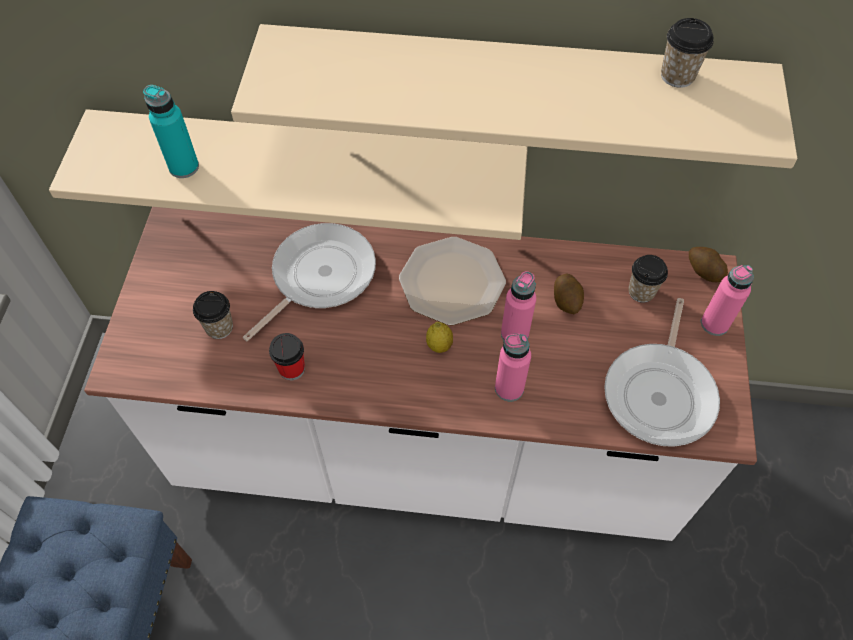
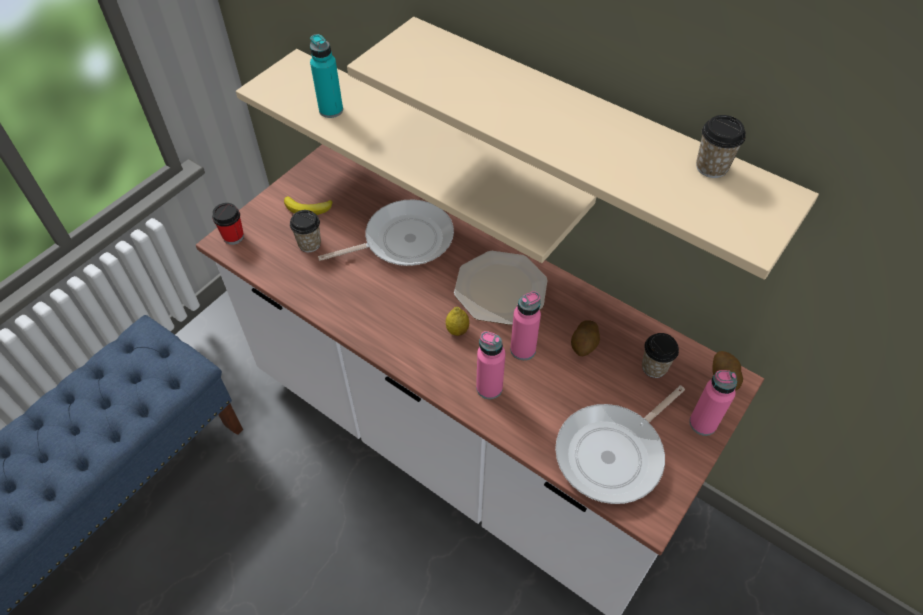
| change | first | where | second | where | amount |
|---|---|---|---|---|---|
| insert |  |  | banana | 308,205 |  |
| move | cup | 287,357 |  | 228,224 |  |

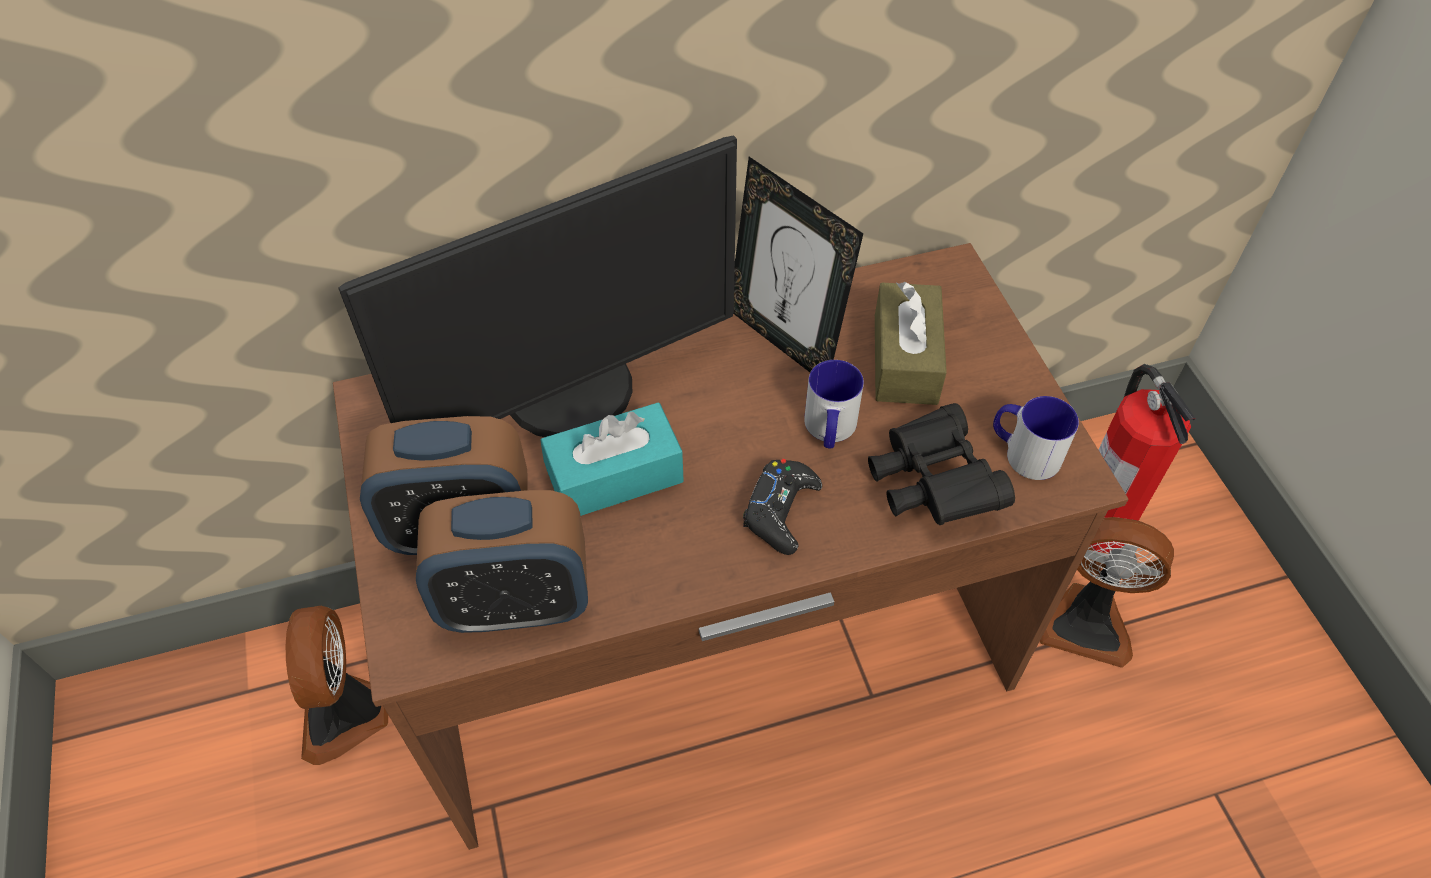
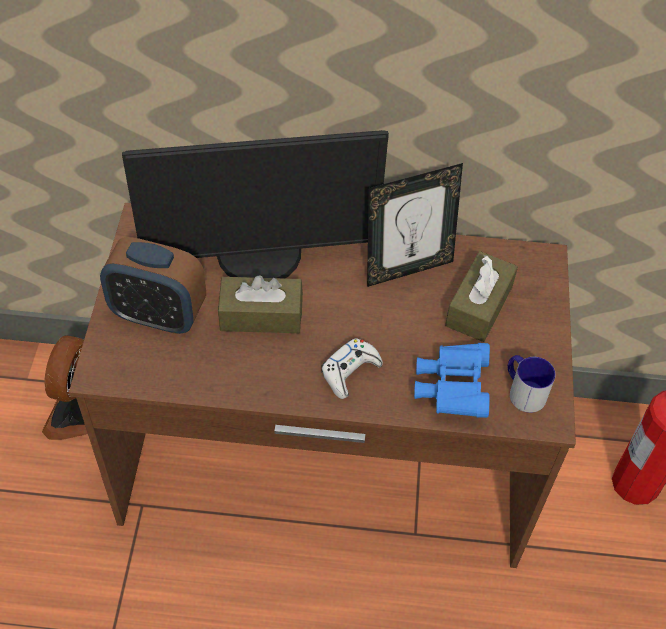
| change | first | where | second | where | amount |
|---|---|---|---|---|---|
| delete | alarm clock | 502,561 |  |  |  |
| delete | mug | 834,404 |  |  |  |
| delete | fan | 1107,592 |  |  |  |
| recolor | tissue box (turquoise) | 612,459 | tissue box (brown) | 260,304 |  |
| recolor | game controller (black) | 782,507 | game controller (white) | 352,368 |  |
| recolor | binoculars (black) | 941,464 | binoculars (blue) | 452,380 |  |
| rotate | picture frame | 798,264 |  | 415,225 | 90 degrees counterclockwise |

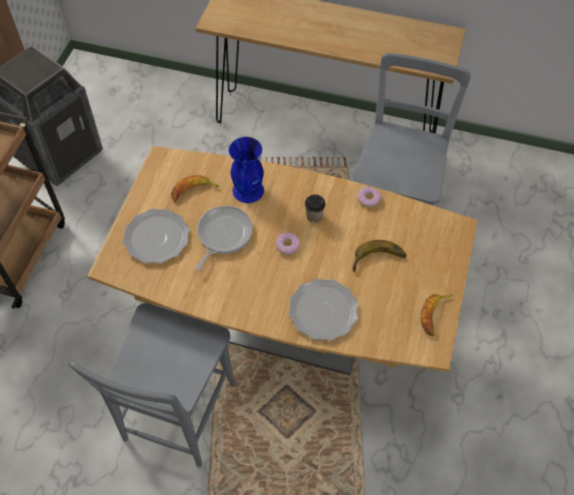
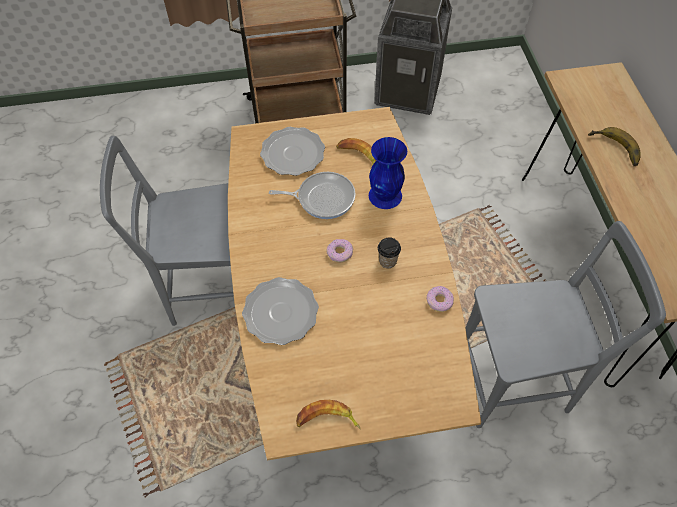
| change | first | where | second | where | amount |
|---|---|---|---|---|---|
| move | banana | 379,256 |  | 614,146 |  |

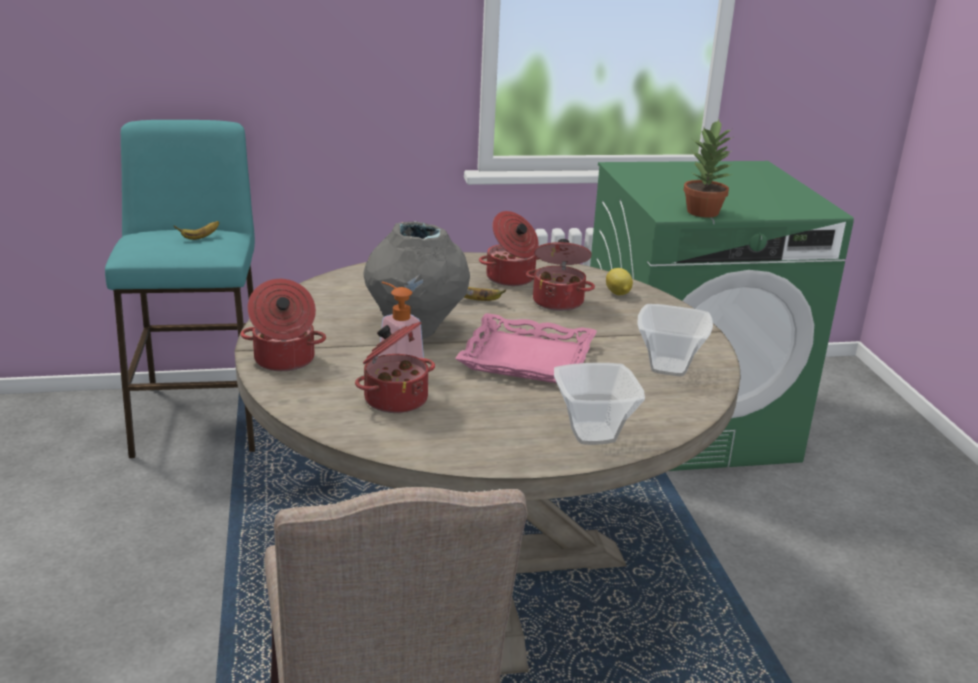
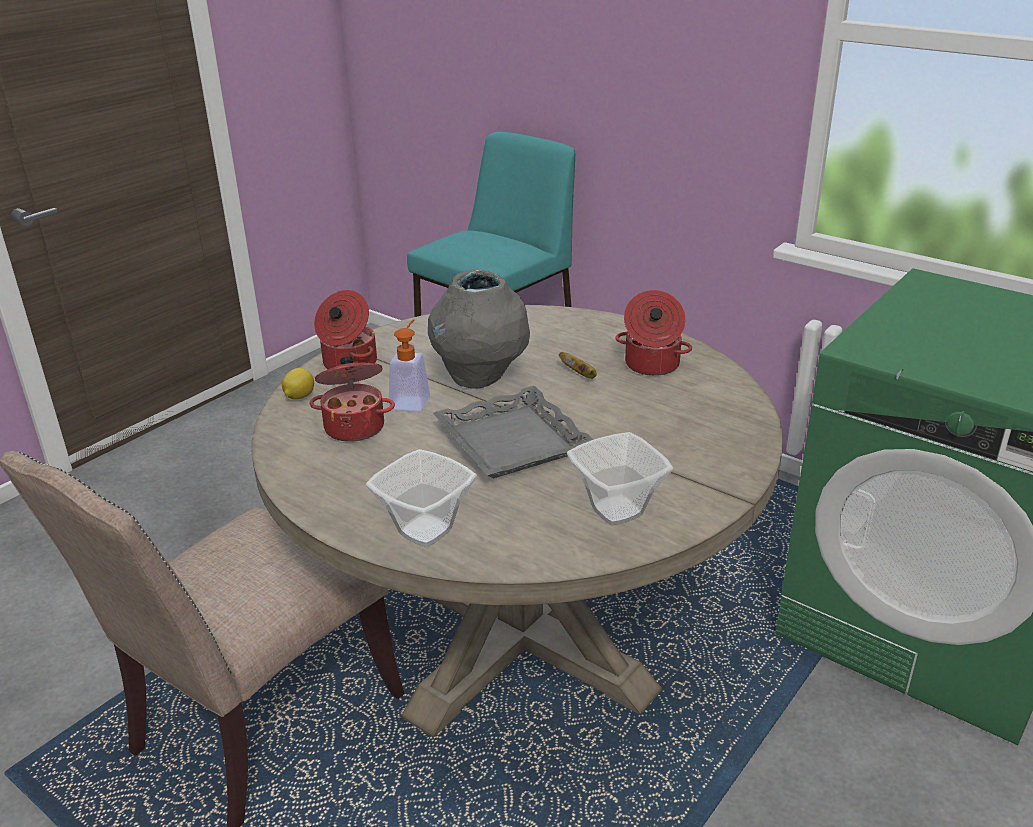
| change | first | where | second | where | amount |
|---|---|---|---|---|---|
| delete | banana | 196,230 |  |  |  |
| delete | cooking pot | 560,275 |  |  |  |
| delete | potted plant | 708,169 |  |  |  |
| move | lemon | 619,281 |  | 298,383 |  |
| recolor | tray (pink) | 526,348 | tray (grey) | 513,432 |  |

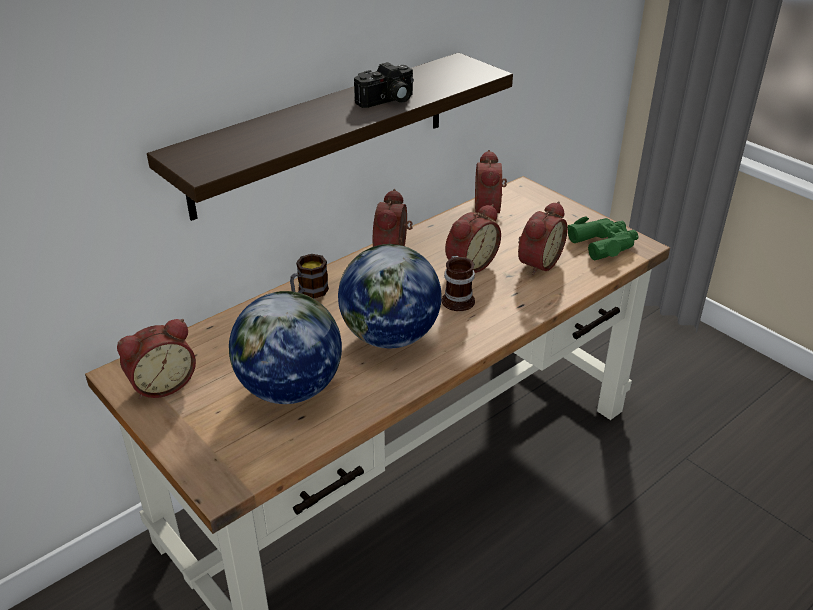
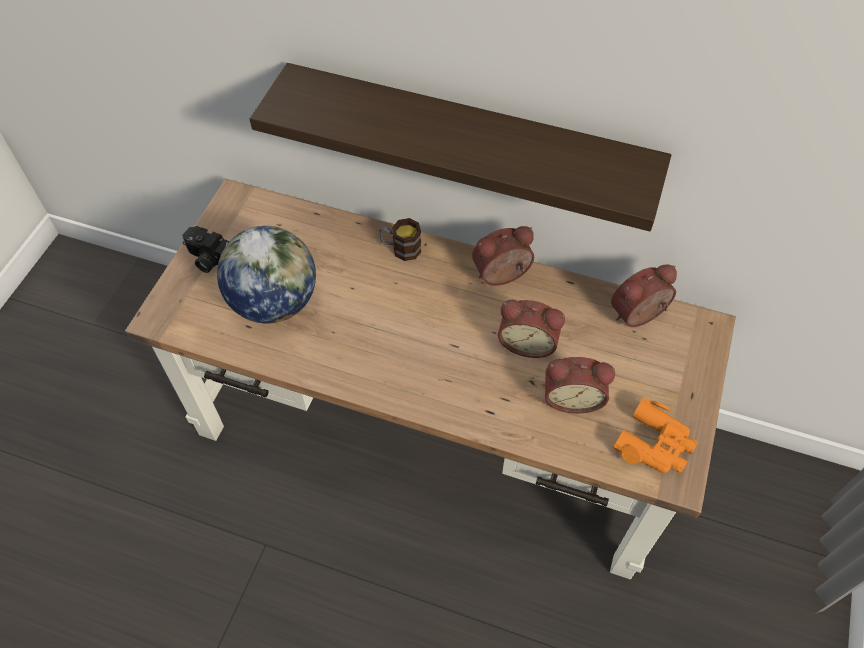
| change | first | where | second | where | amount |
|---|---|---|---|---|---|
| delete | alarm clock | 156,359 |  |  |  |
| delete | globe | 389,296 |  |  |  |
| delete | mug | 458,283 |  |  |  |
| move | photo camera | 384,85 |  | 206,249 |  |
| recolor | binoculars (green) | 603,238 | binoculars (orange) | 656,435 |  |

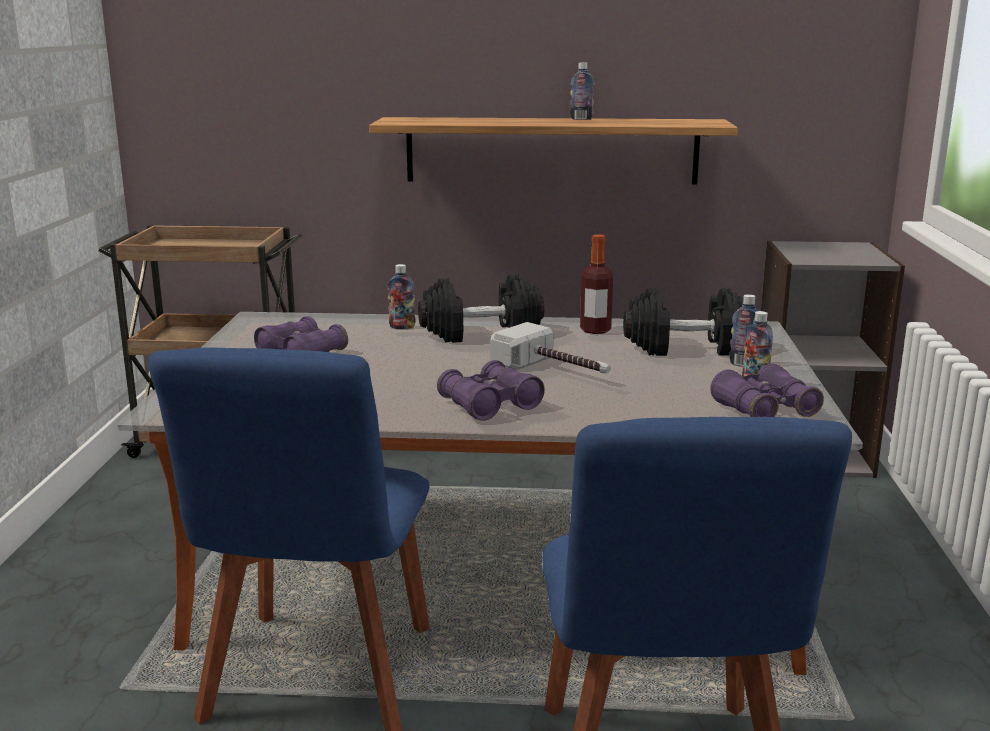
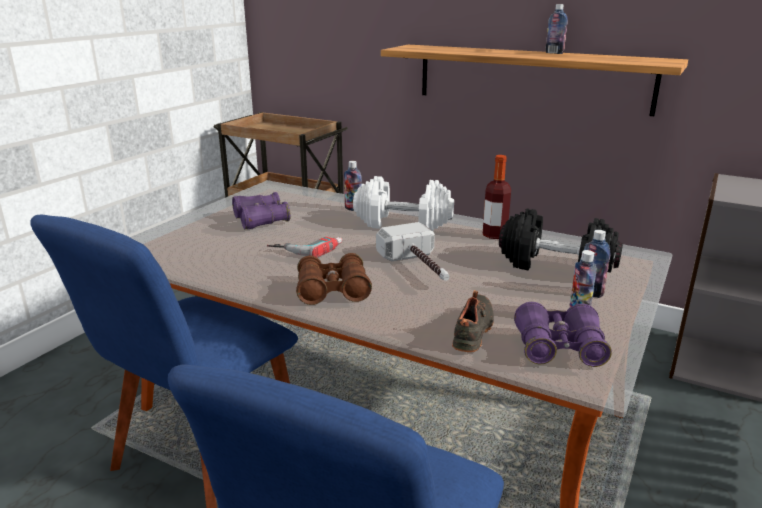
| change | first | where | second | where | amount |
|---|---|---|---|---|---|
| insert |  |  | power drill | 304,247 |  |
| insert |  |  | shoe (black) | 473,321 |  |
| recolor | dumbbell (black) | 481,308 | dumbbell (white) | 403,203 |  |
| recolor | binoculars (purple) | 491,390 | binoculars (brown) | 334,279 |  |

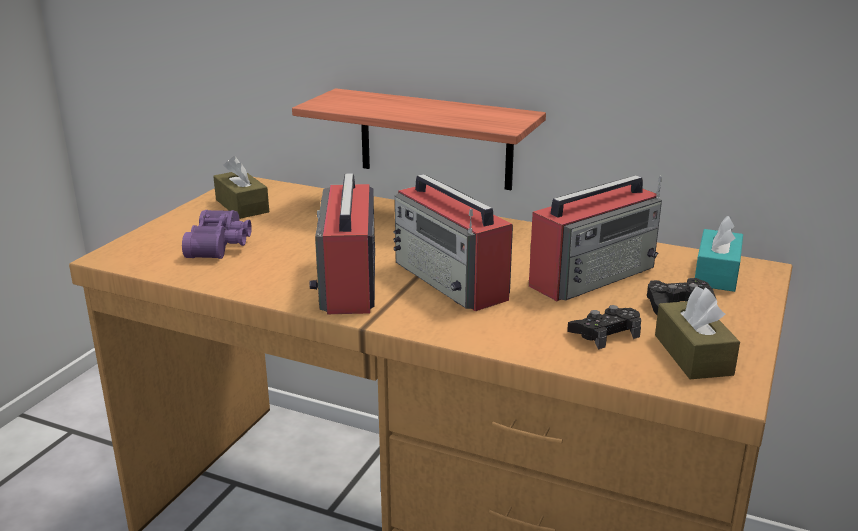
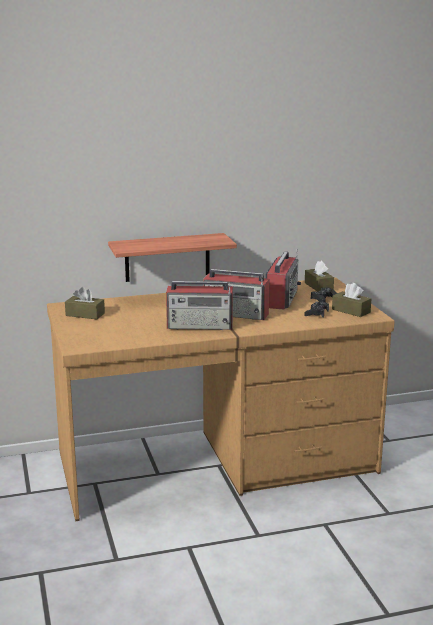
| change | first | where | second | where | amount |
|---|---|---|---|---|---|
| delete | binoculars (purple) | 217,234 |  |  |  |
| recolor | tissue box (turquoise) | 719,254 | tissue box (brown) | 319,276 |  |
| rotate | radio | 342,243 |  | 199,305 | 45 degrees counterclockwise |

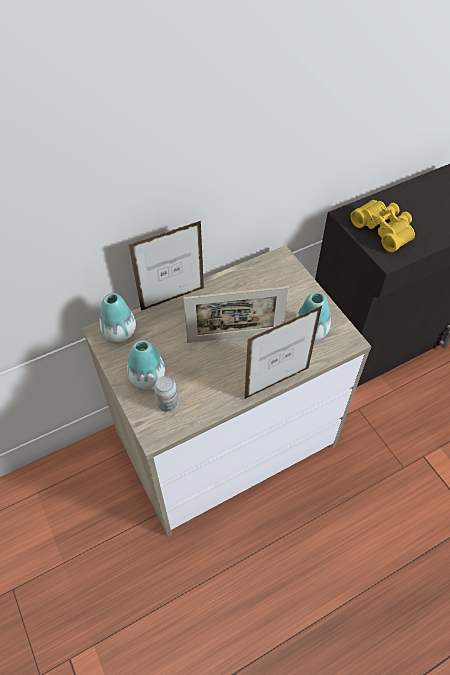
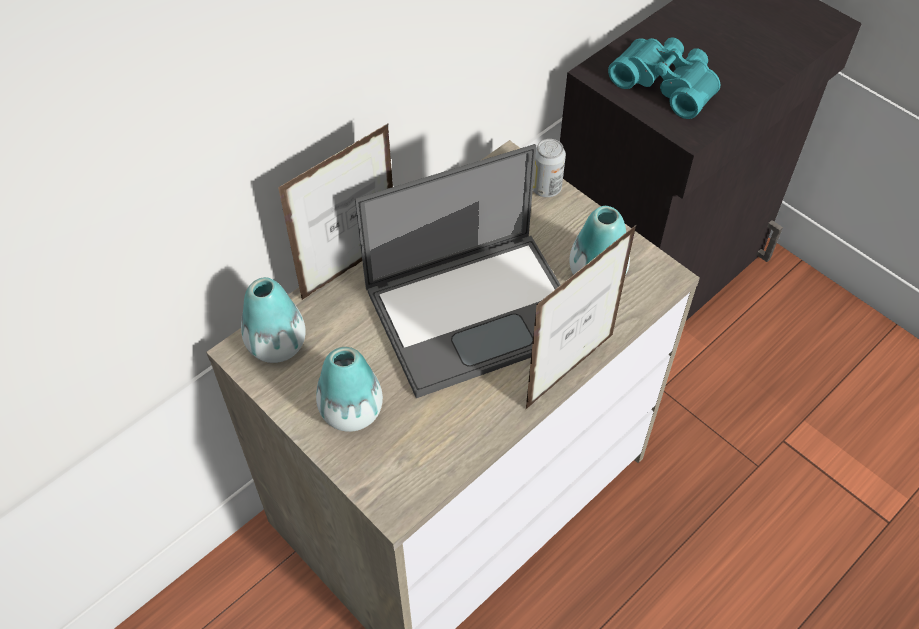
| change | first | where | second | where | amount |
|---|---|---|---|---|---|
| move | can | 166,394 |  | 549,168 |  |
| replace | picture frame | 236,314 | laptop | 458,271 |  |
| recolor | binoculars (yellow) | 382,226 | binoculars (turquoise) | 664,78 |  |

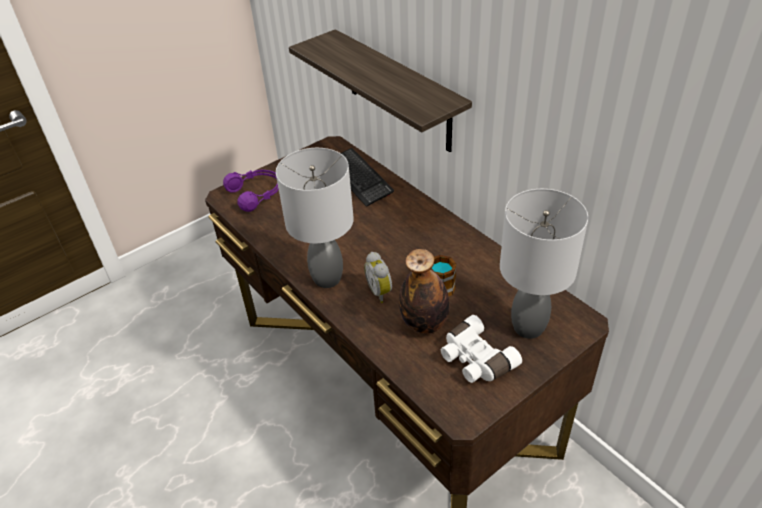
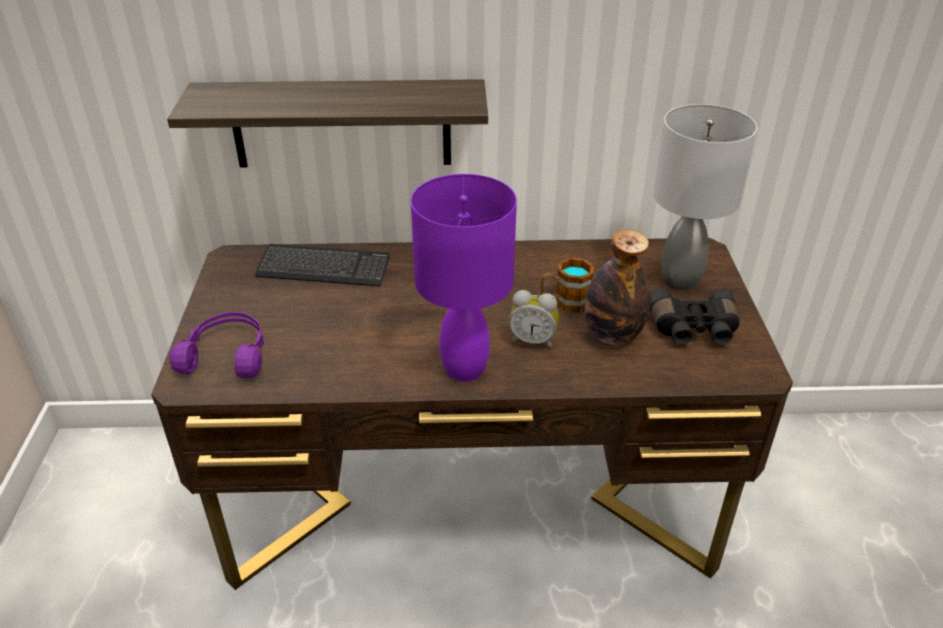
| change | first | where | second | where | amount |
|---|---|---|---|---|---|
| recolor | table lamp (grey) | 315,218 | table lamp (purple) | 464,277 |  |
| recolor | binoculars (white) | 481,349 | binoculars (black) | 694,317 |  |

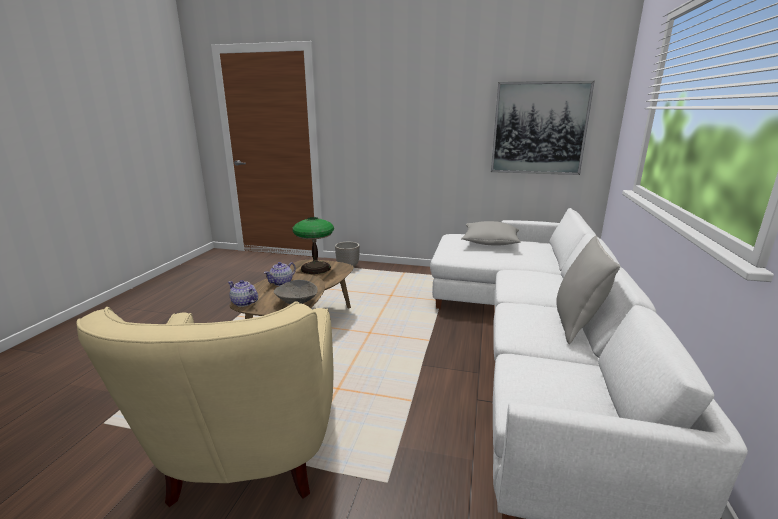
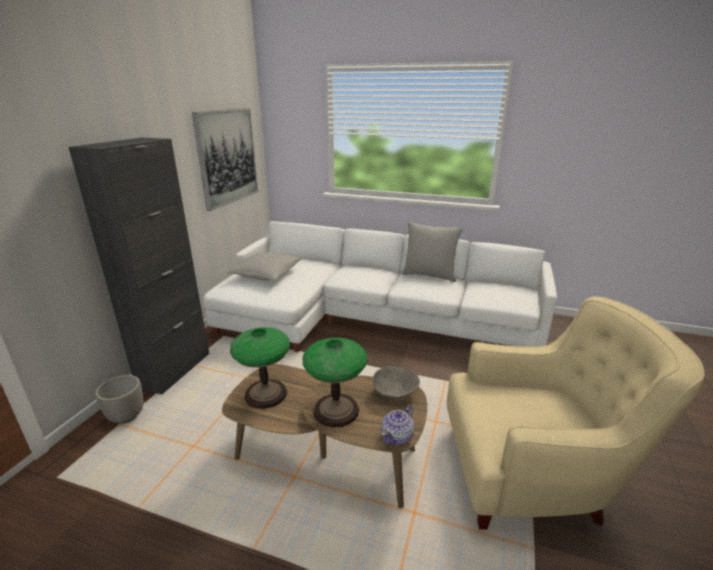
| change | first | where | second | where | amount |
|---|---|---|---|---|---|
| insert |  |  | cabinet (black) | 139,266 |  |
| replace | teapot | 280,274 | table lamp | 335,382 |  |

